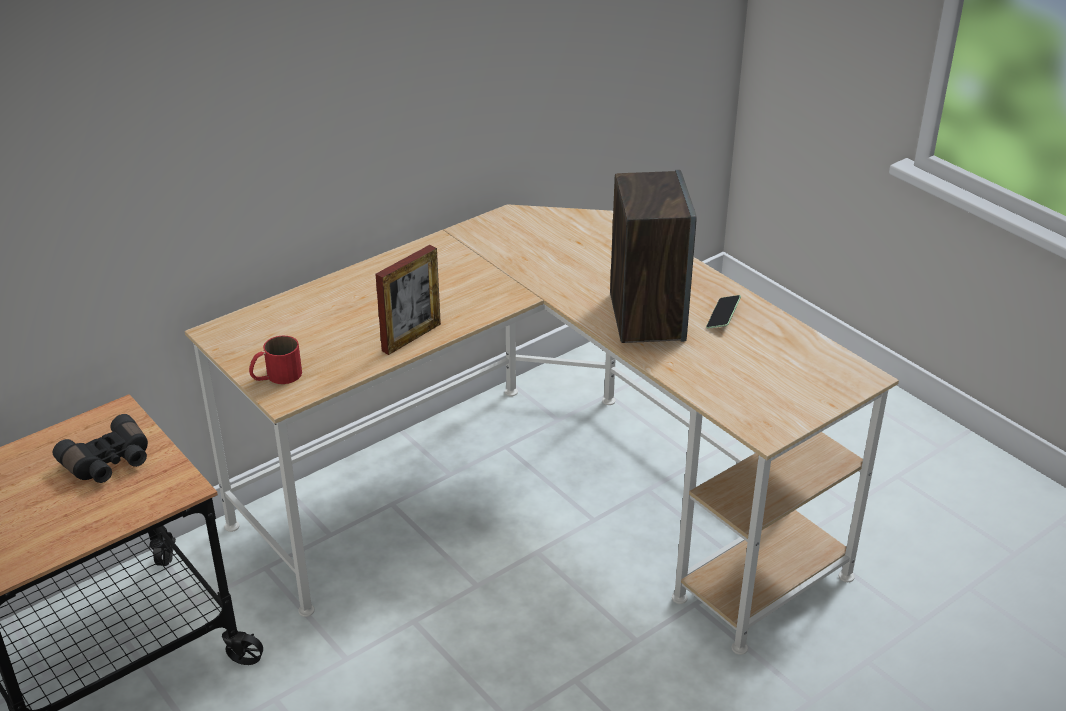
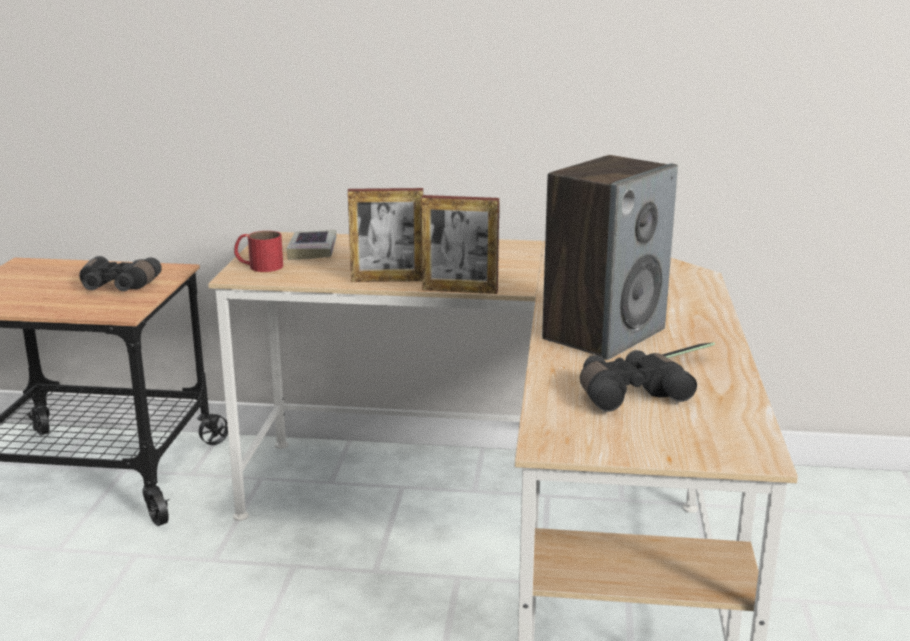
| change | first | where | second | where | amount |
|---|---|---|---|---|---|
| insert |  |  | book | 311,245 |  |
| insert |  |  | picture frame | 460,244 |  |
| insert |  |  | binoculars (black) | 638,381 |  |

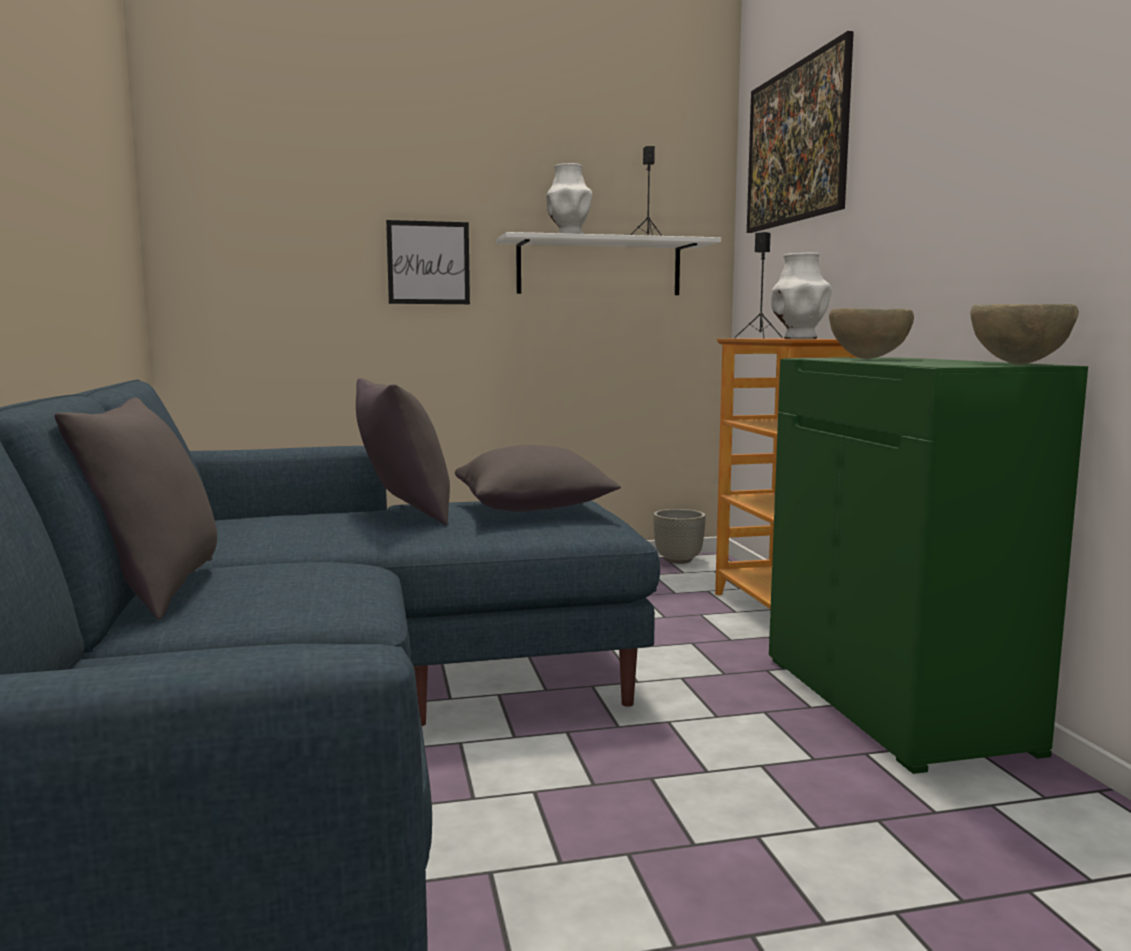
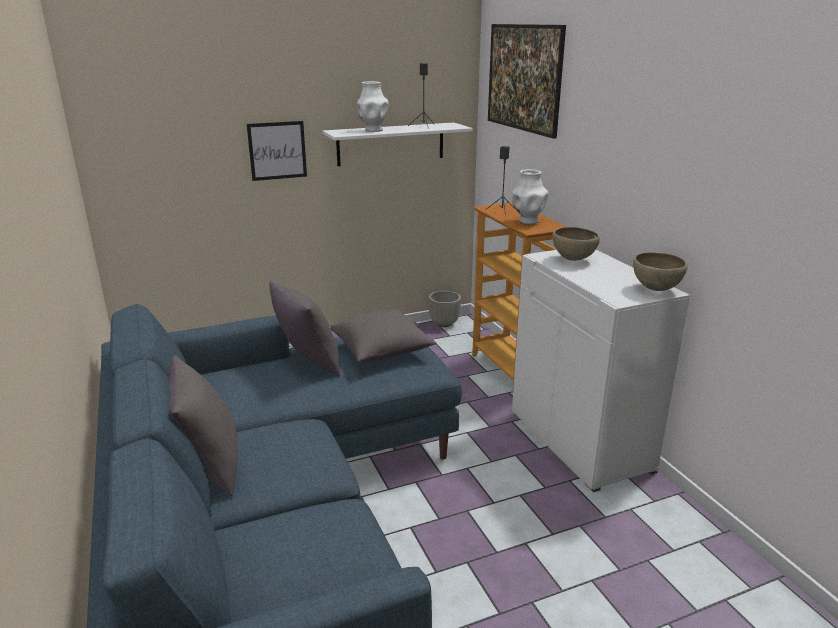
| change | first | where | second | where | amount |
|---|---|---|---|---|---|
| recolor | cabinet (green) | 928,565 | cabinet (white) | 601,371 |  |

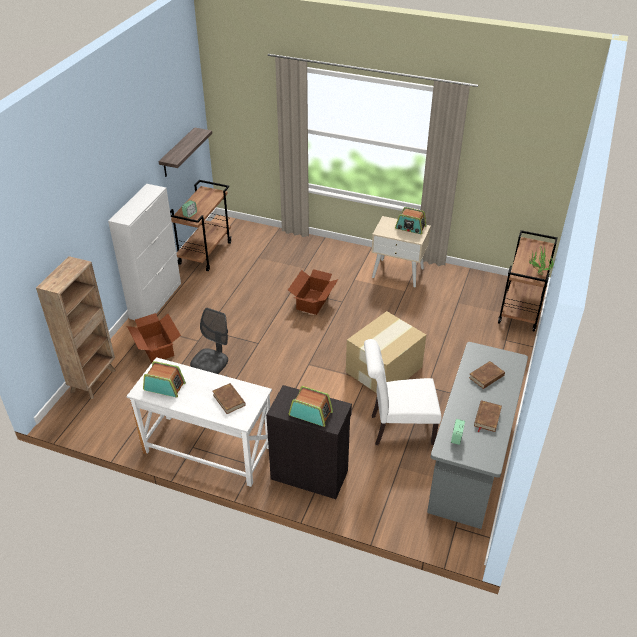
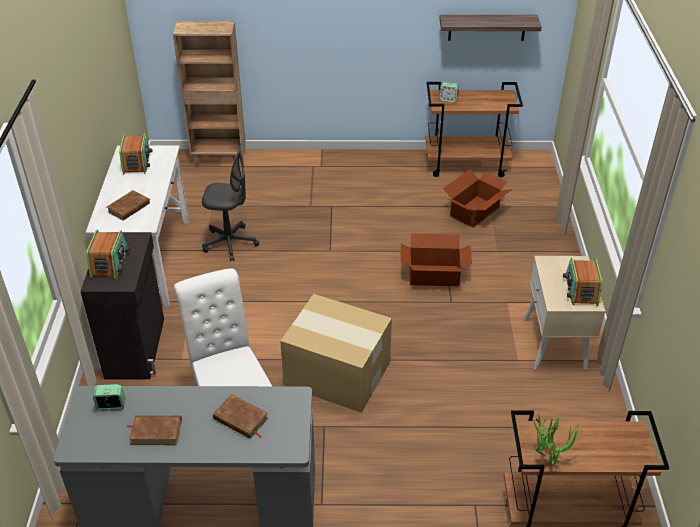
| change | first | where | second | where | amount |
|---|---|---|---|---|---|
| delete | cabinet (white) | 144,252 |  |  |  |
| move | cardboard box | 154,338 |  | 477,198 |  |

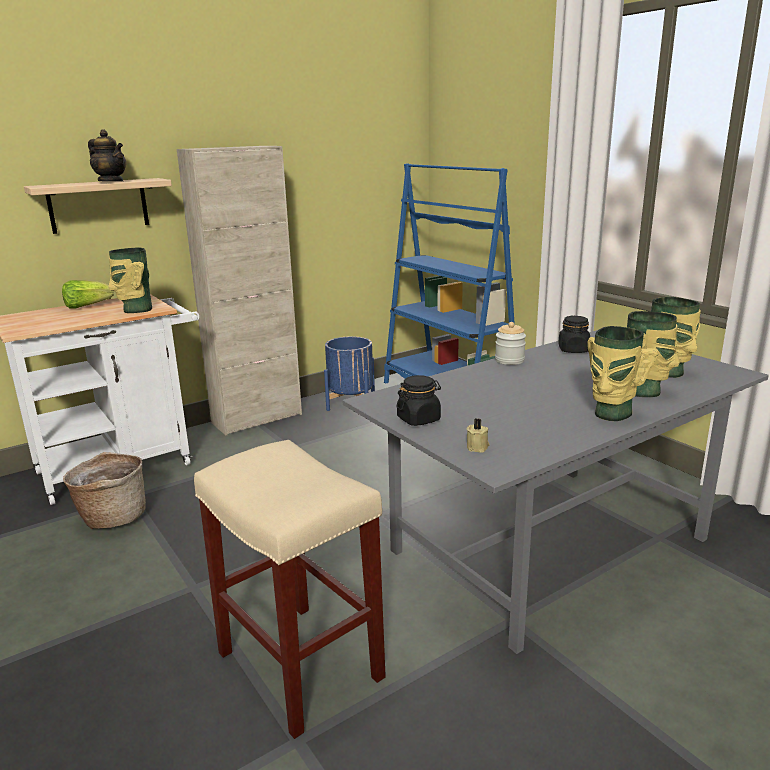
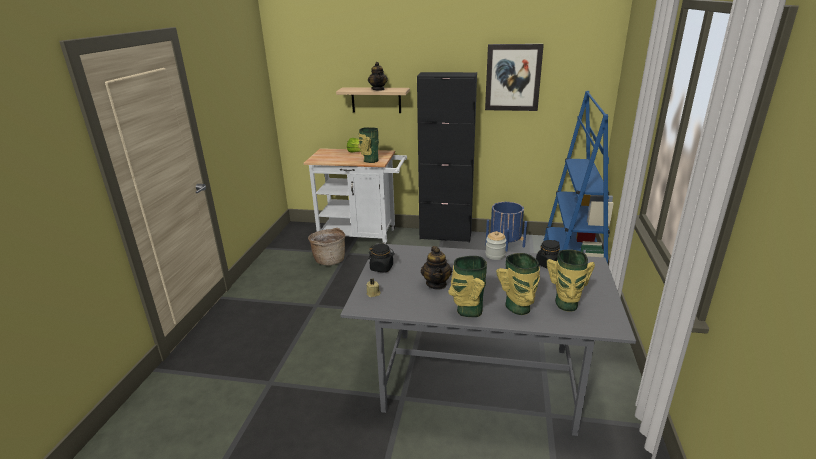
| change | first | where | second | where | amount |
|---|---|---|---|---|---|
| delete | stool (beige) | 290,589 |  |  |  |
| insert |  |  | teapot | 436,268 |  |
| insert |  |  | picture | 514,77 |  |
| recolor | cabinet (beige) | 239,291 | cabinet (black) | 447,157 |  |

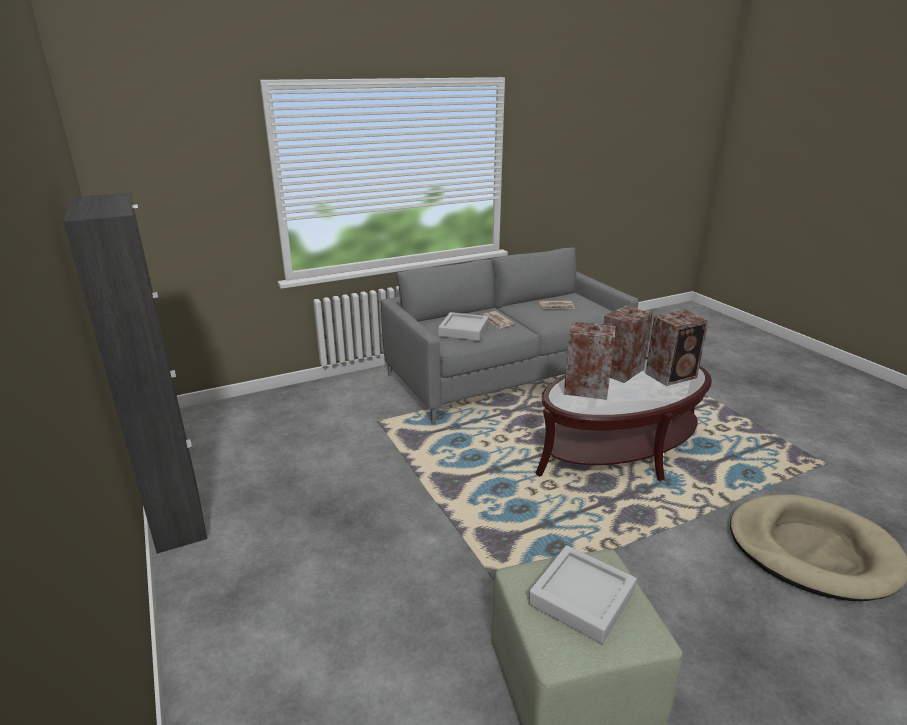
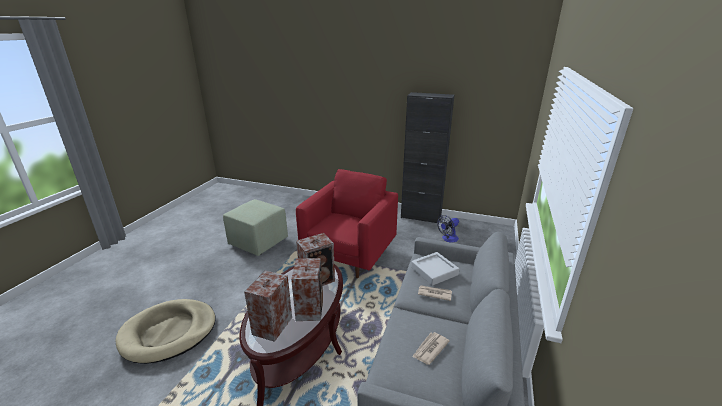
| change | first | where | second | where | amount |
|---|---|---|---|---|---|
| delete | tray (grey) | 582,594 |  |  |  |
| insert |  |  | armchair (red) | 347,223 |  |
| insert |  |  | fan | 448,229 |  |

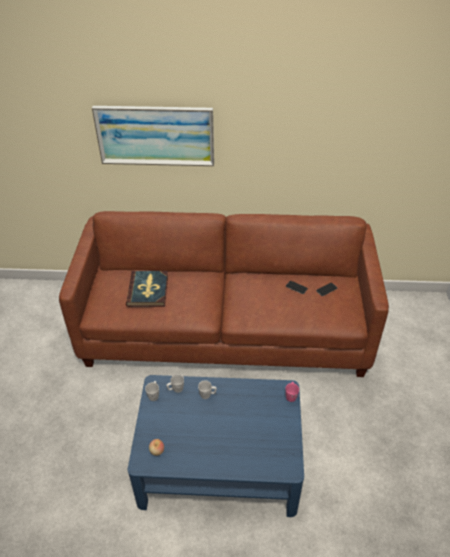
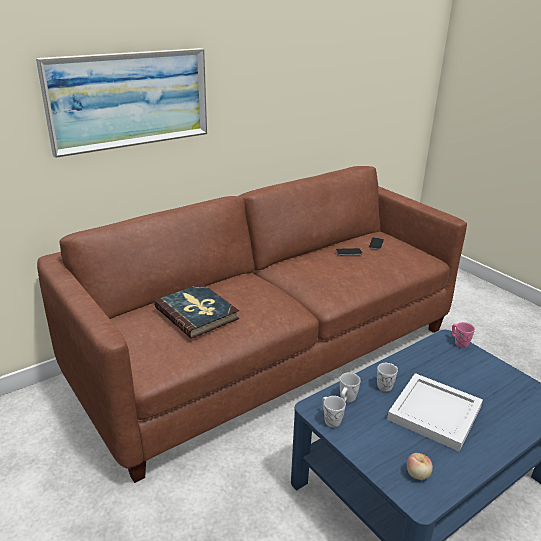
| change | first | where | second | where | amount |
|---|---|---|---|---|---|
| insert |  |  | tray (white) | 435,412 |  |

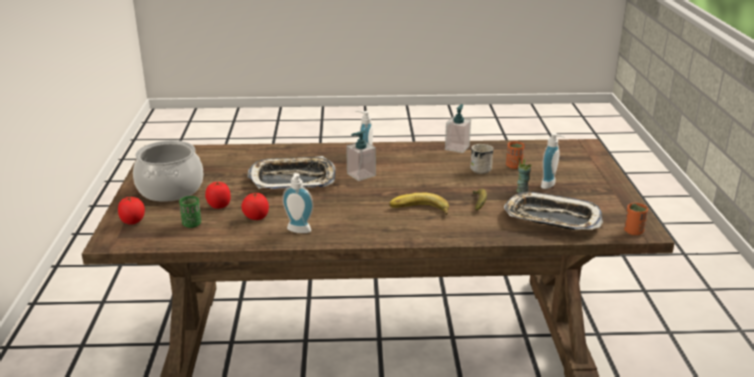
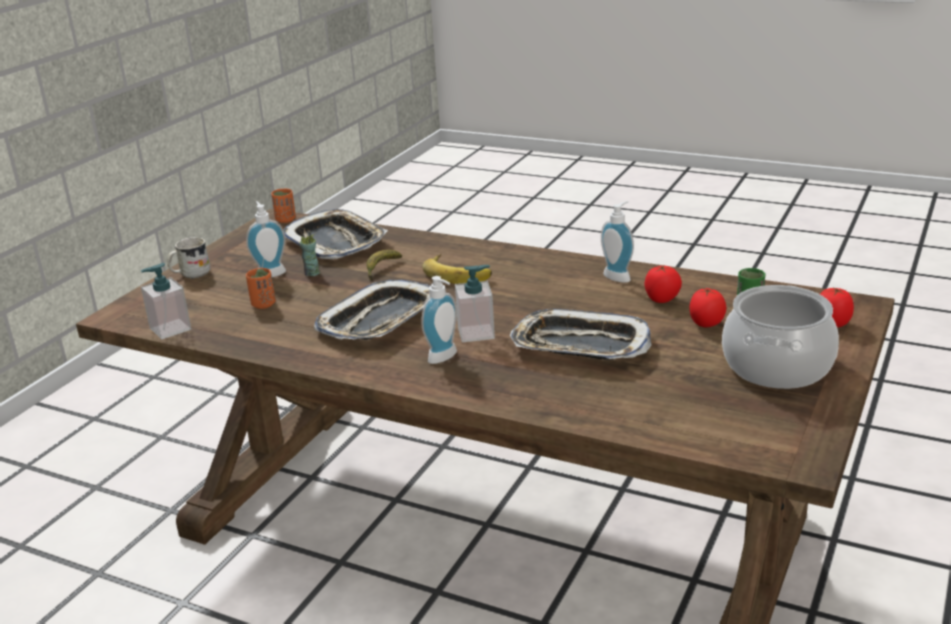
| change | first | where | second | where | amount |
|---|---|---|---|---|---|
| insert |  |  | tray | 372,310 |  |
| move | soap dispenser | 458,128 |  | 166,301 |  |
| move | mug (white) | 482,159 |  | 189,258 |  |

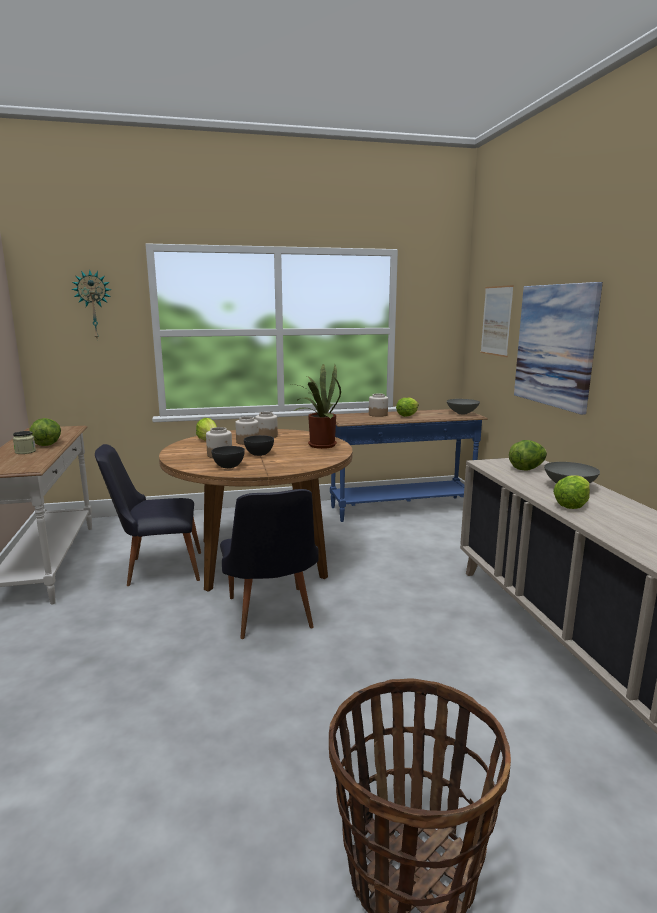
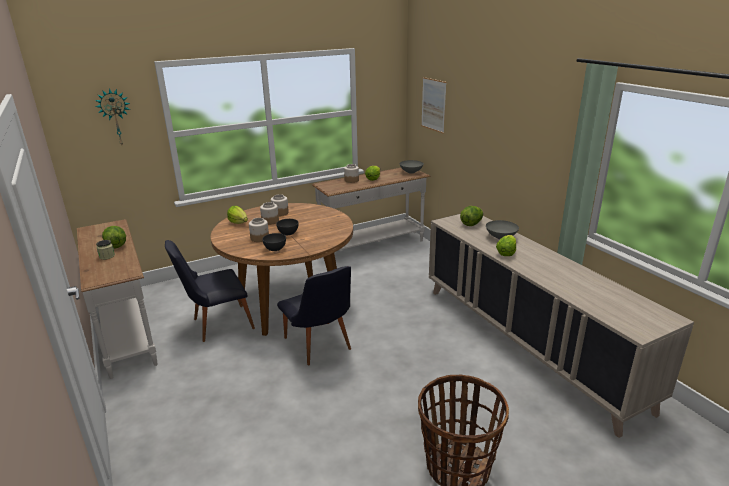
| change | first | where | second | where | amount |
|---|---|---|---|---|---|
| delete | potted plant | 317,406 |  |  |  |
| delete | picture | 558,348 |  |  |  |
| recolor | console table (blue) | 409,465 | console table (white) | 371,211 |  |

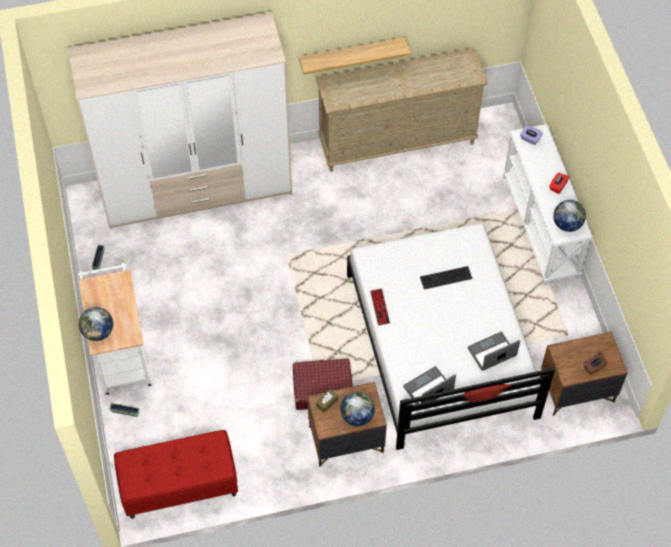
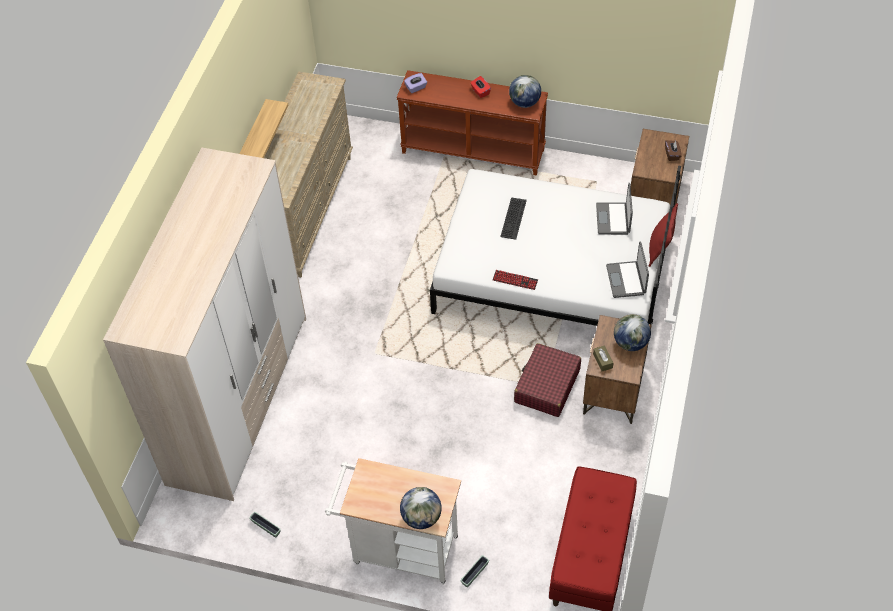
| change | first | where | second | where | amount |
|---|---|---|---|---|---|
| recolor | console table (white) | 548,205 | console table (brown) | 472,123 |  |

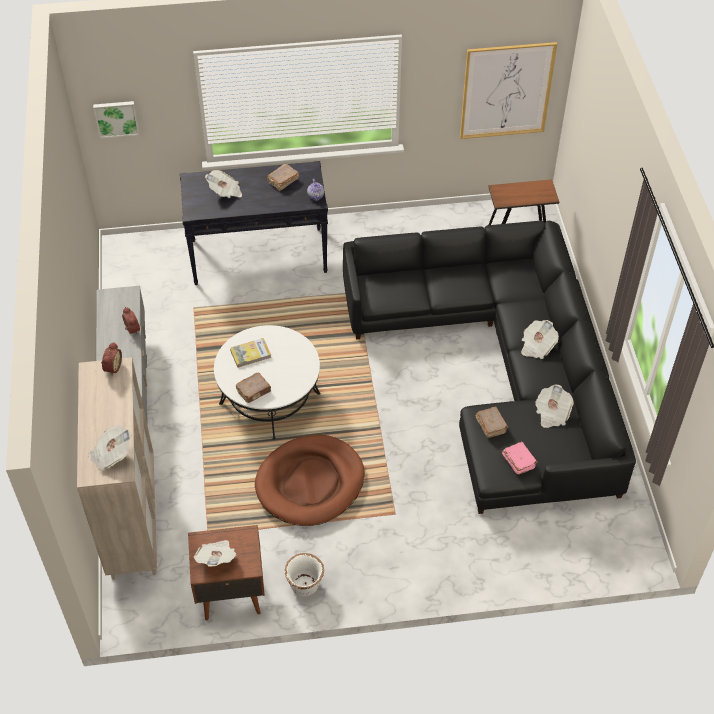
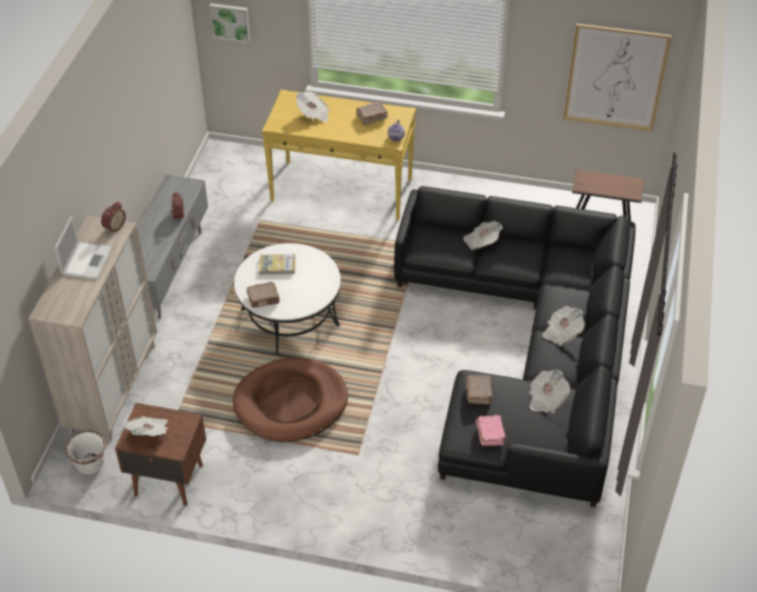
| change | first | where | second | where | amount |
|---|---|---|---|---|---|
| insert |  |  | laptop | 83,247 |  |
| move | newspaper | 110,448 |  | 483,235 |  |
| move | planter (white) | 304,574 |  | 86,452 |  |
| recolor | console table (black) | 254,223 | console table (yellow) | 339,155 |  |

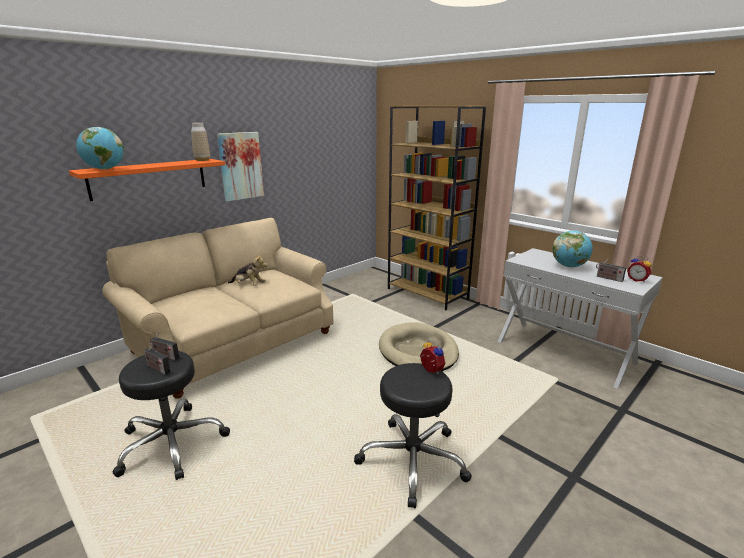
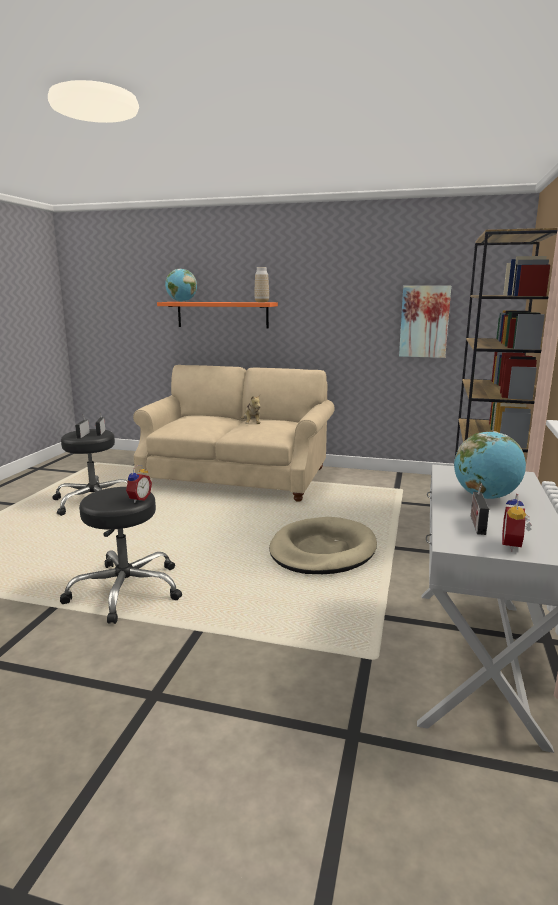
| change | first | where | second | where | amount |
|---|---|---|---|---|---|
| move | picture | 240,166 |  | 425,322 |  |

